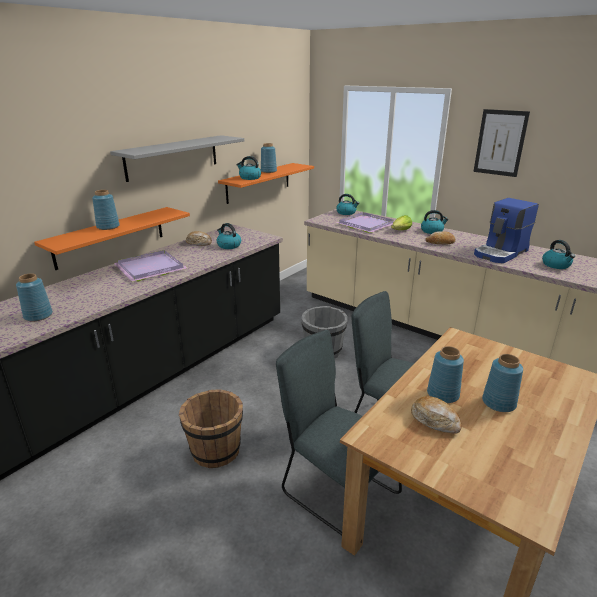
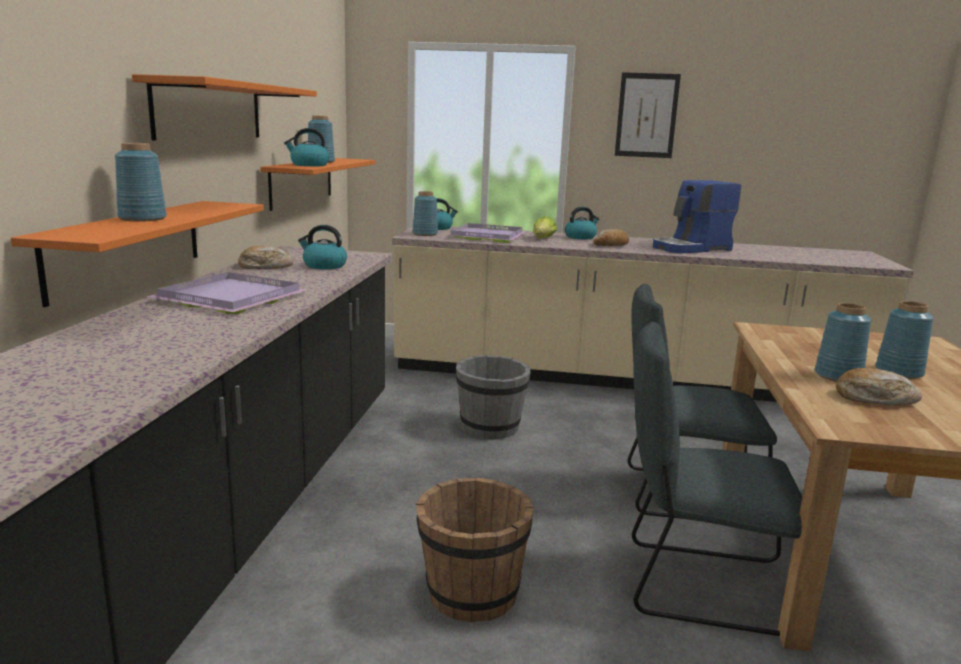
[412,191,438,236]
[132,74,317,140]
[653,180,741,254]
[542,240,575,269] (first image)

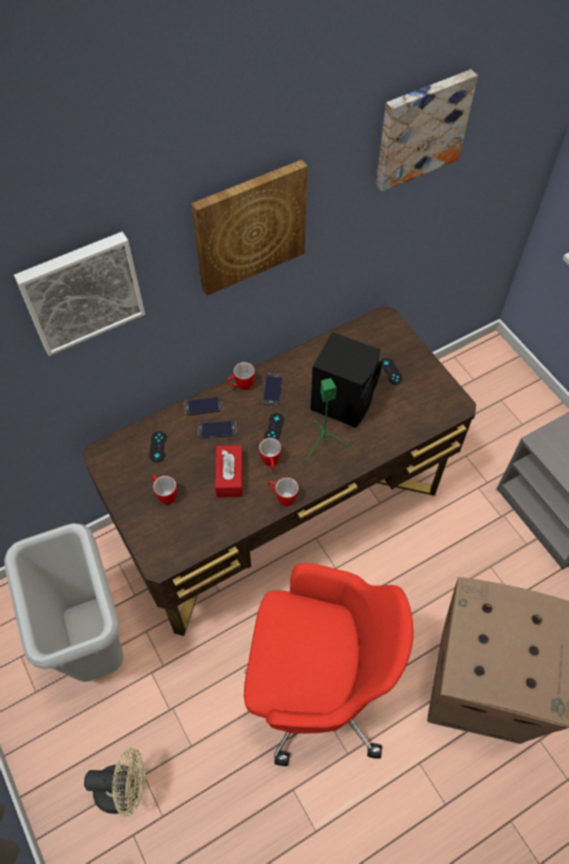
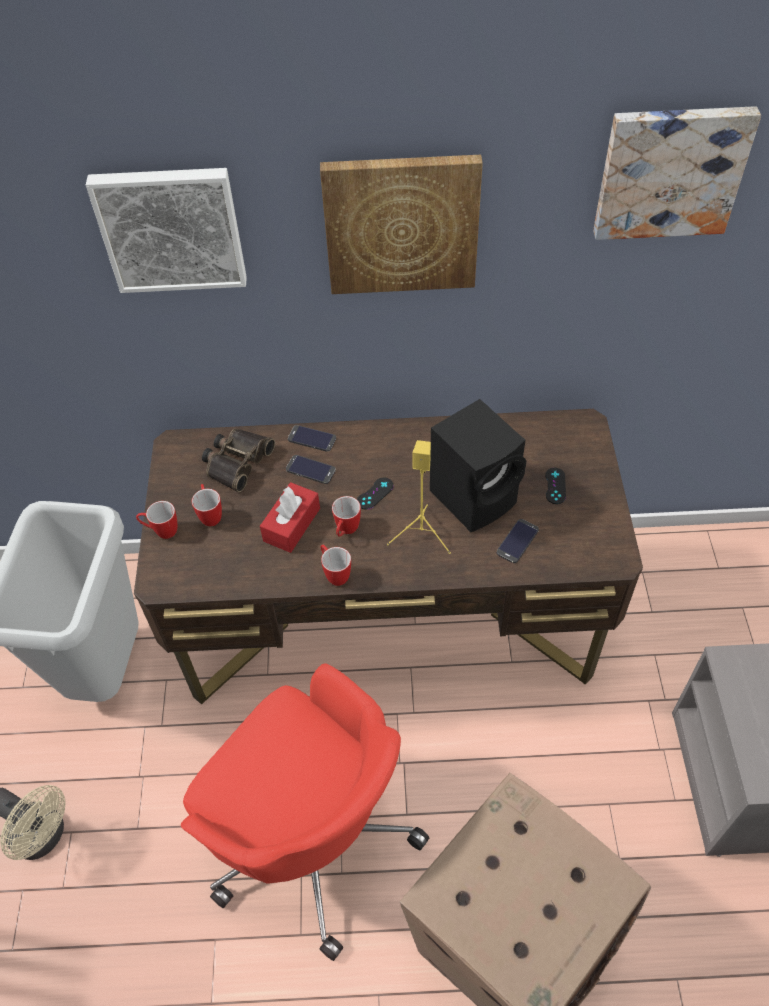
[202,429,275,492]
[136,501,177,539]
[497,519,539,563]
[387,440,451,554]

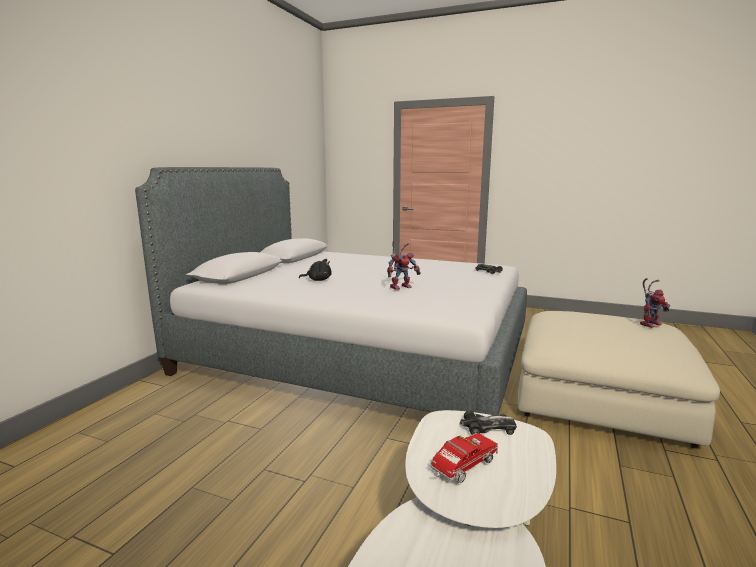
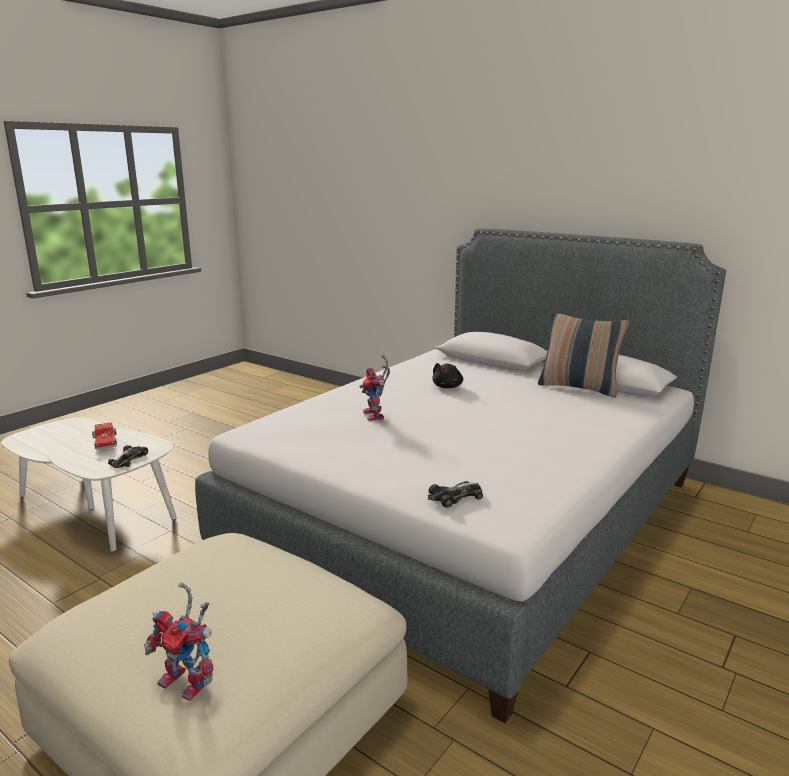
[144,582,214,701]
[538,312,629,397]

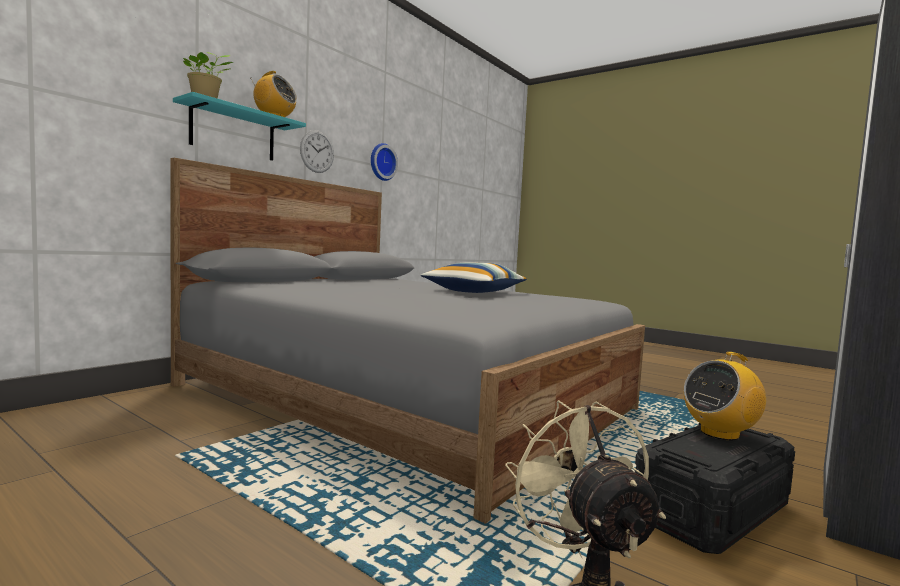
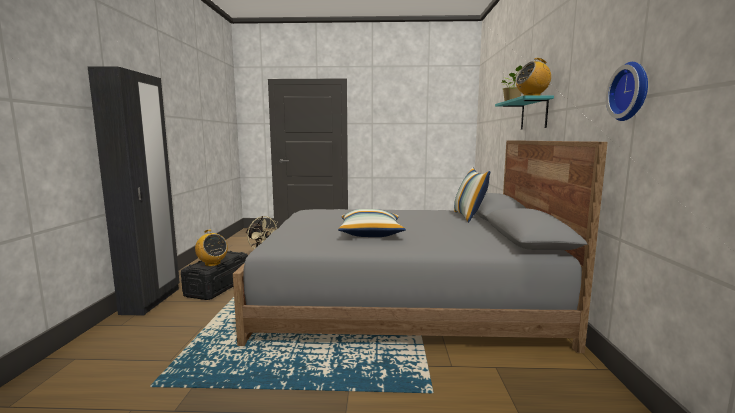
[300,130,334,173] (first image)
[195,229,228,266]
[454,167,490,222]

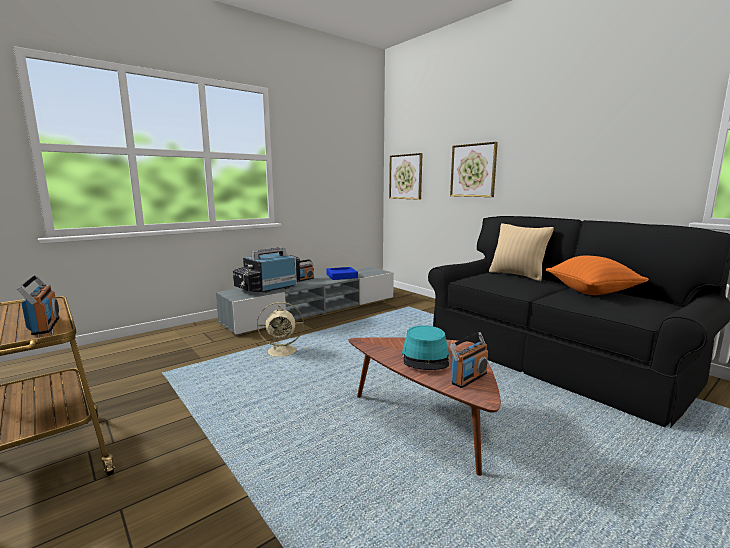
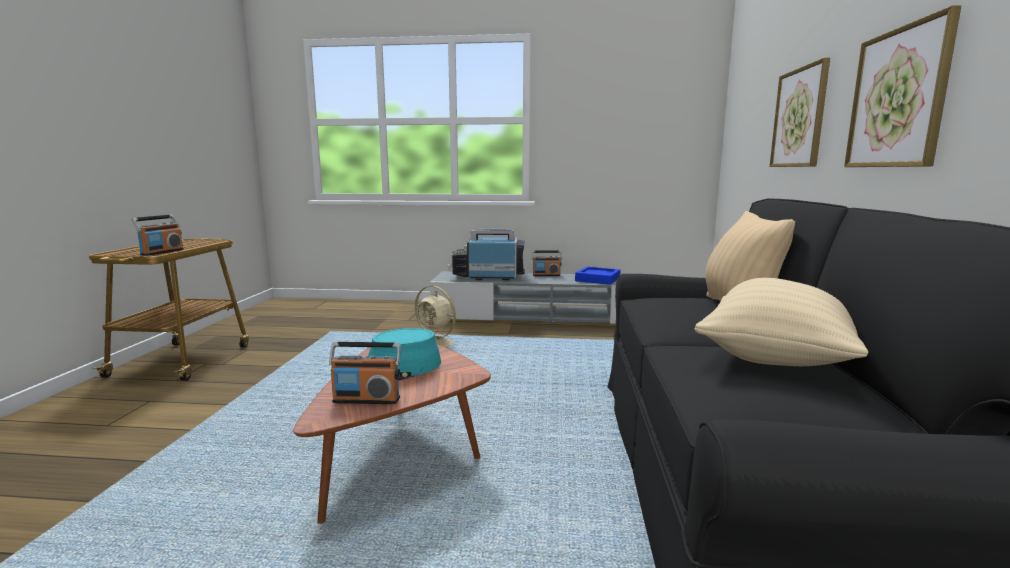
[844,5,961,167]
[694,278,868,366]

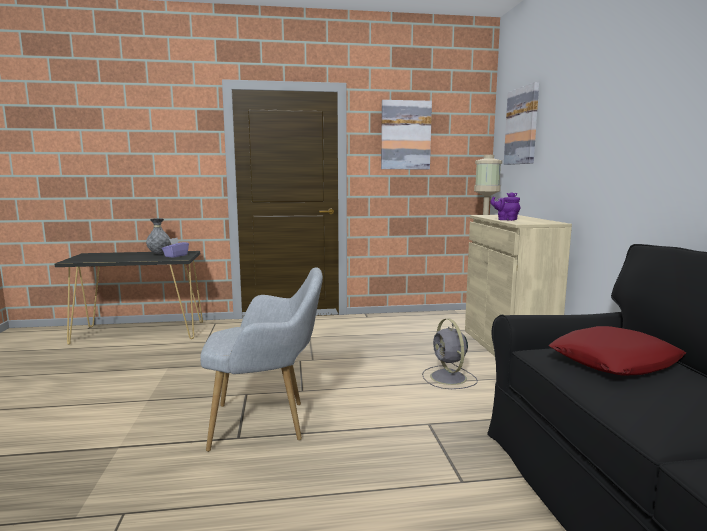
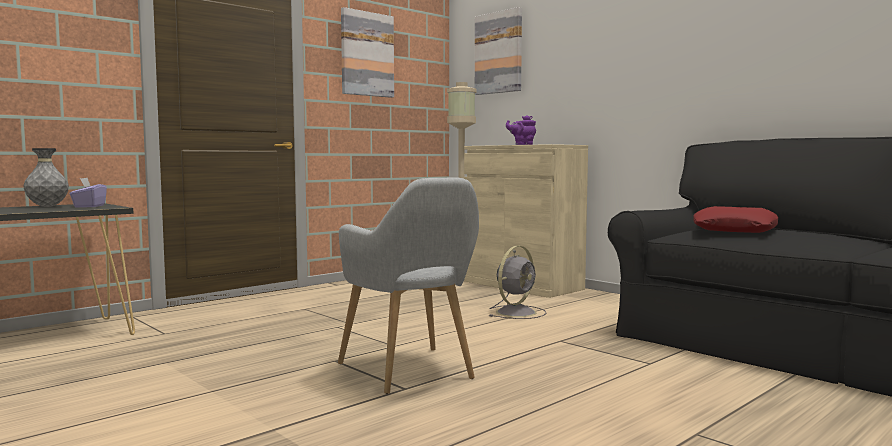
[338,177,479,394]
[489,246,546,319]

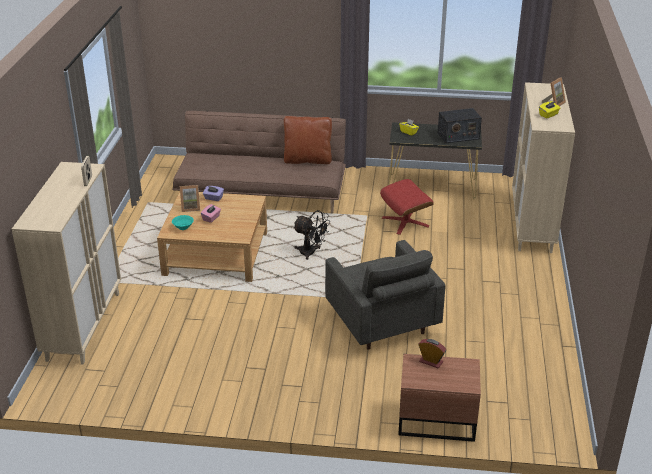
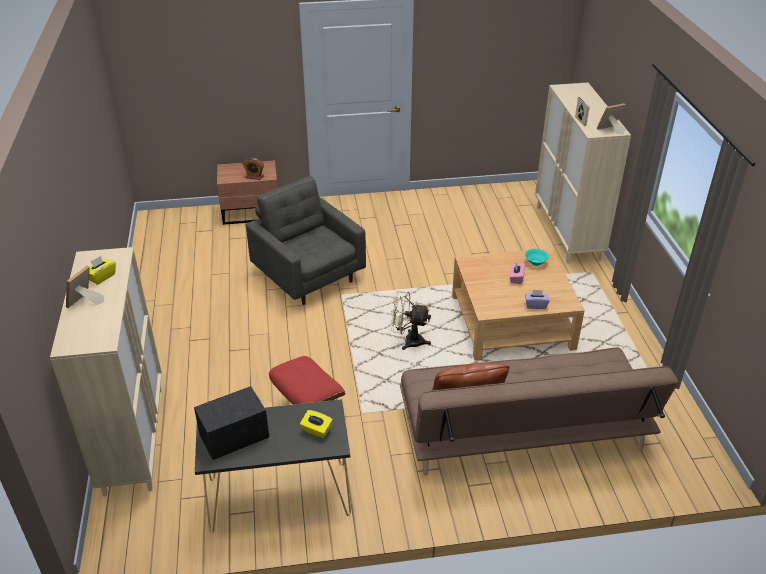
[597,103,625,135]
[390,291,431,350]

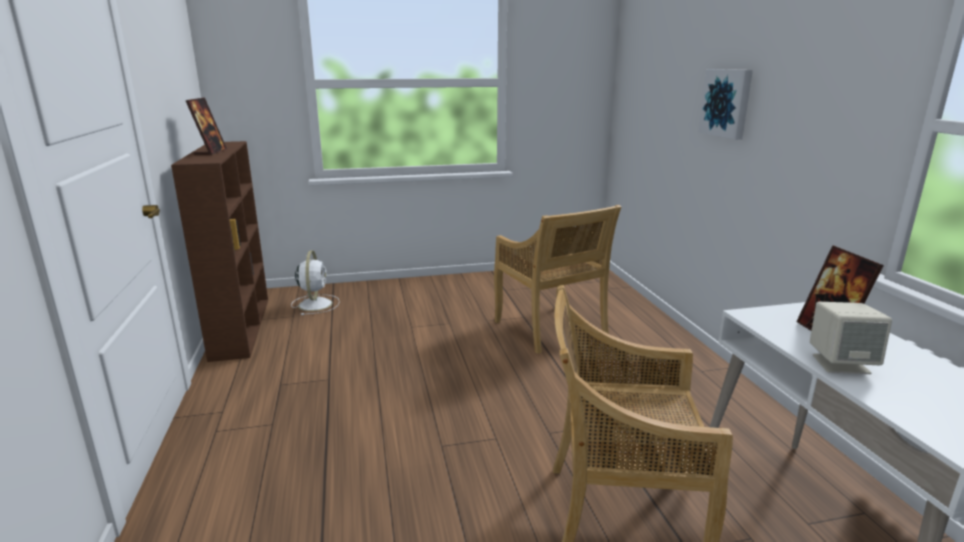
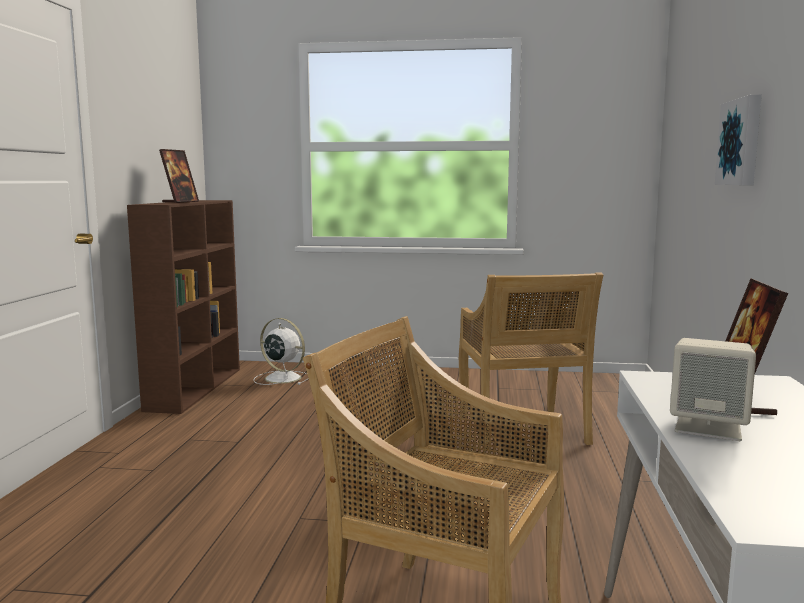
[253,318,309,385]

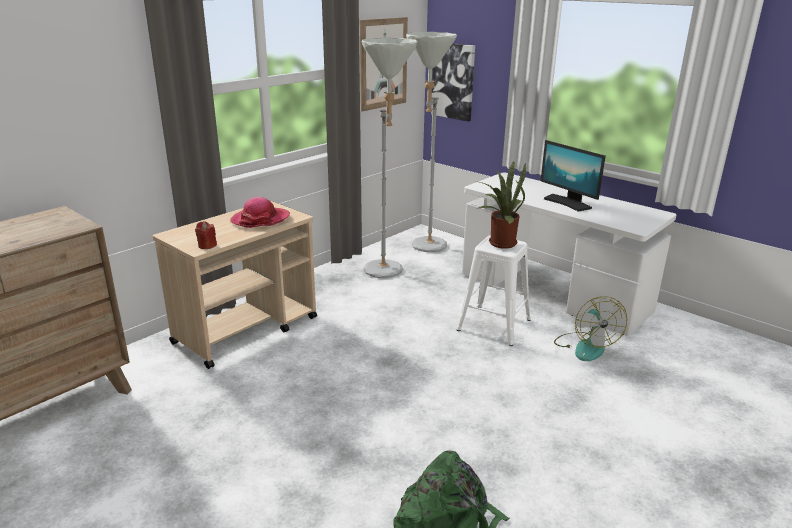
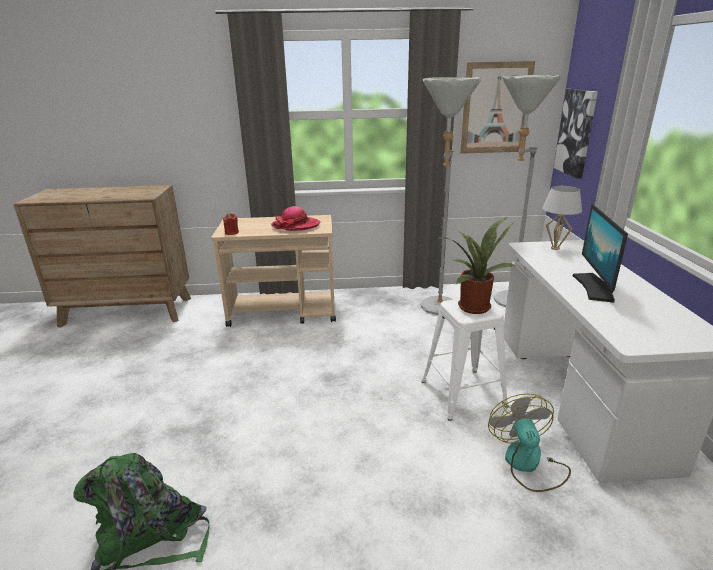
[488,394,571,492]
[542,186,582,250]

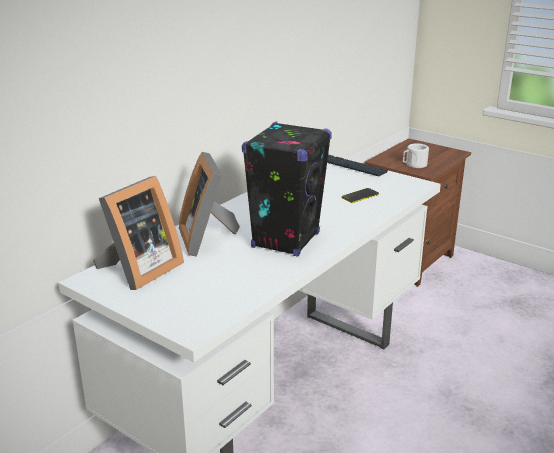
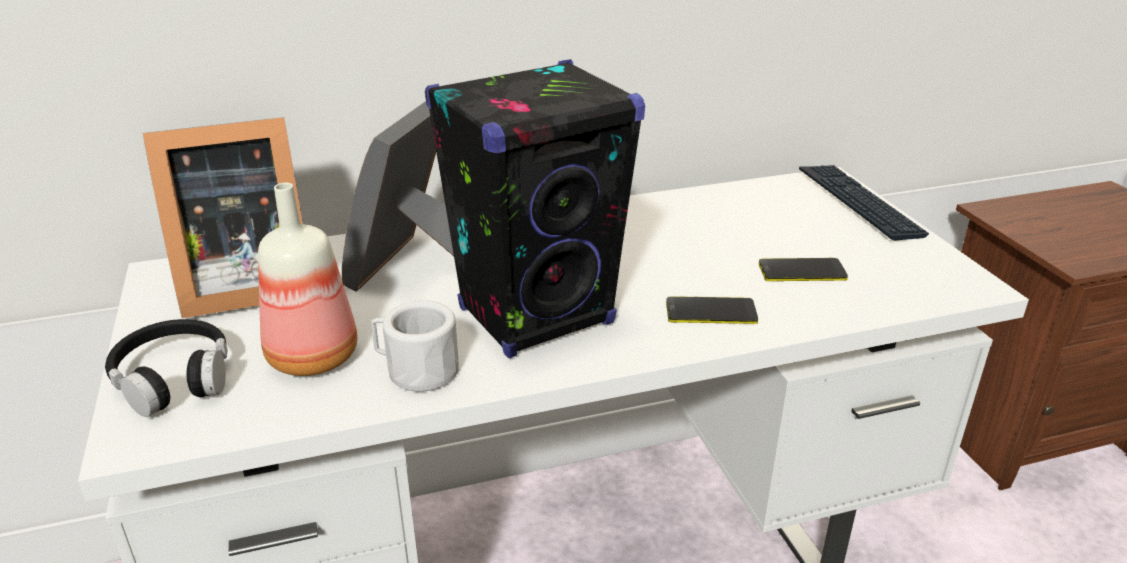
[371,300,459,392]
[105,319,227,417]
[258,182,358,376]
[666,296,758,324]

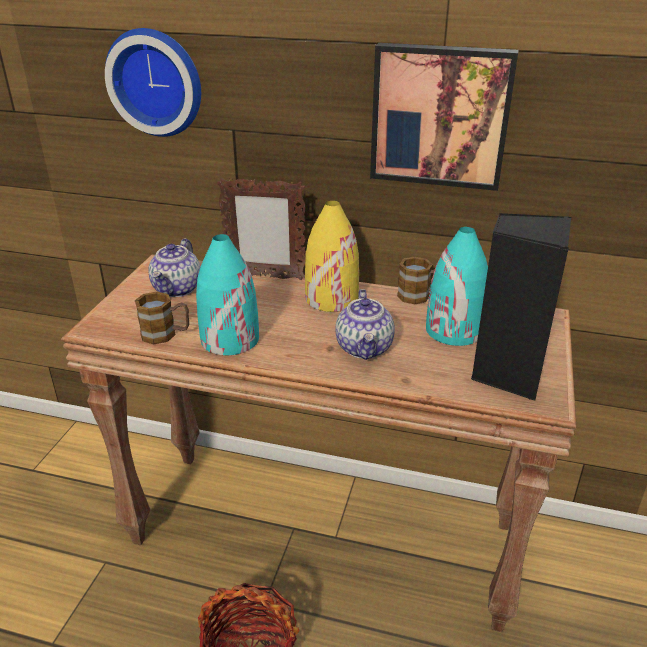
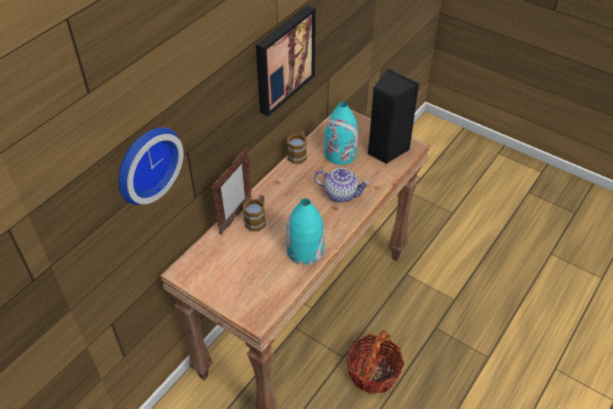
[243,195,266,231]
[148,239,200,297] (first image)
[305,201,359,312] (first image)

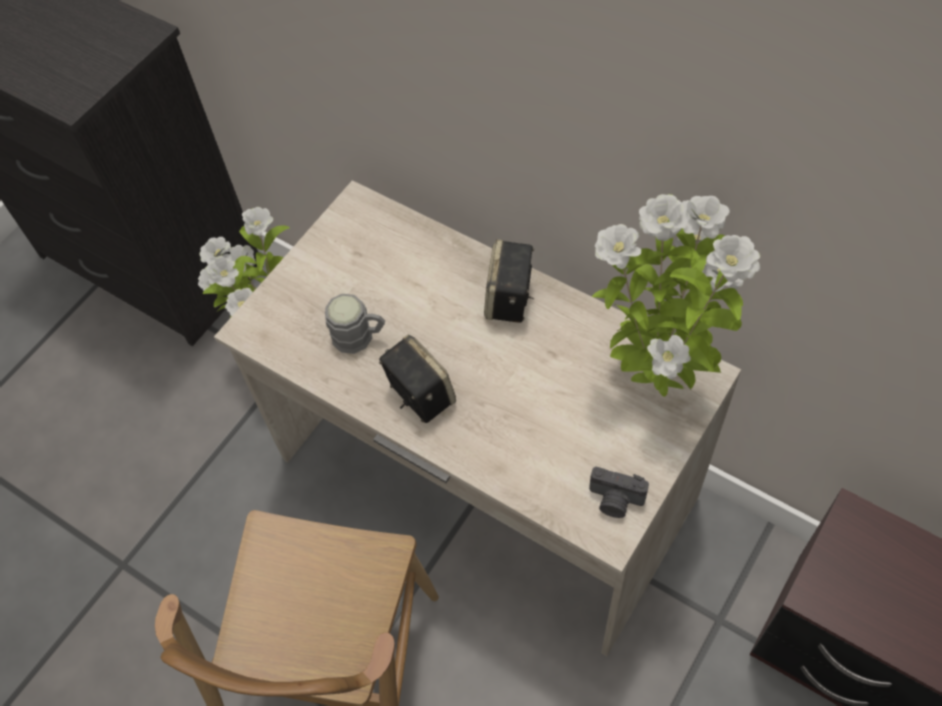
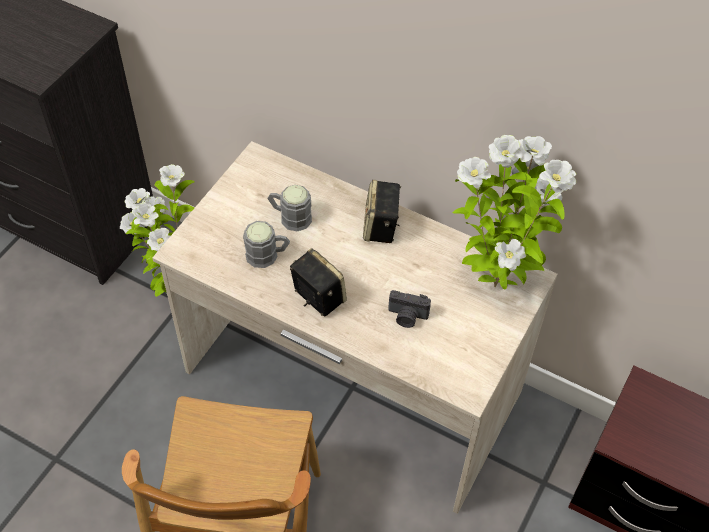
[388,290,431,328]
[267,185,312,231]

